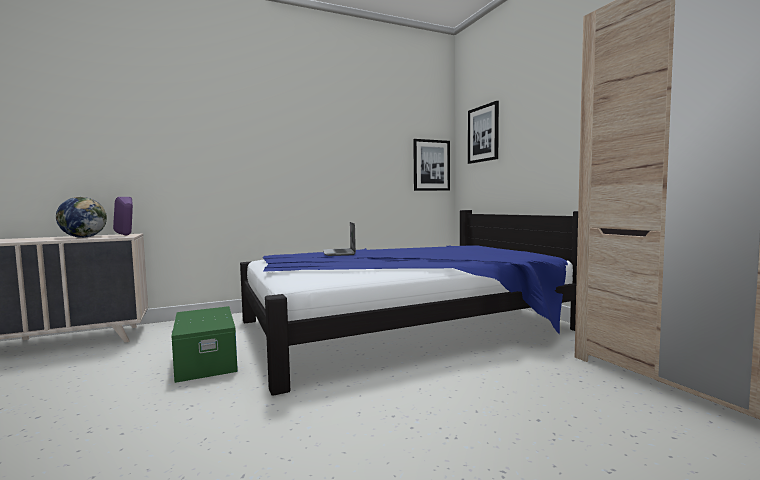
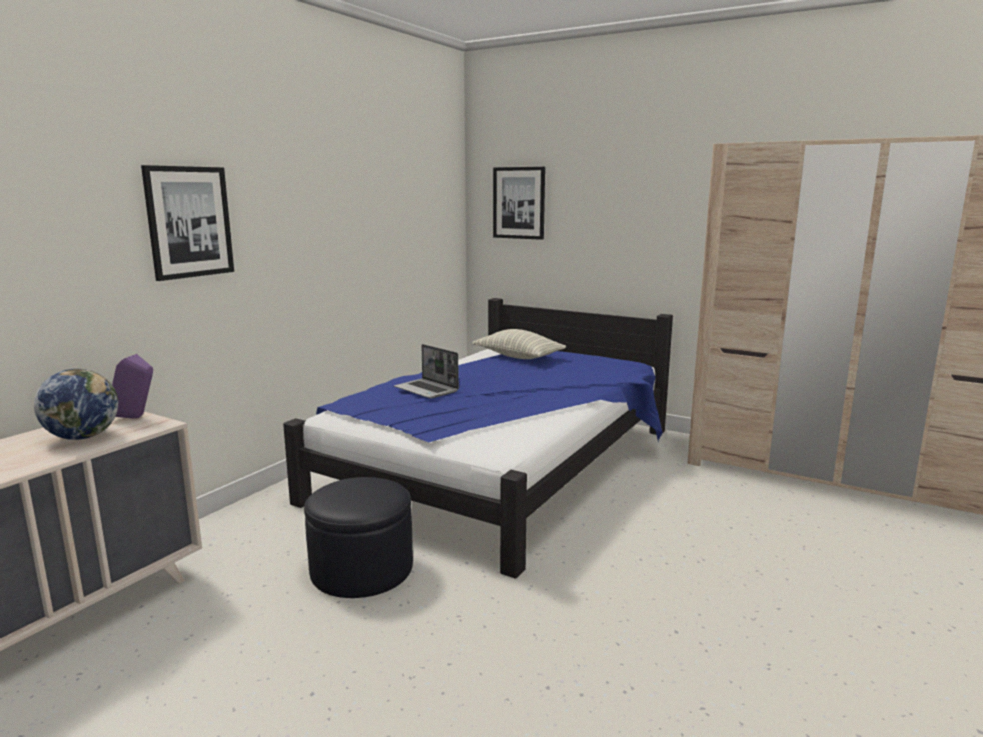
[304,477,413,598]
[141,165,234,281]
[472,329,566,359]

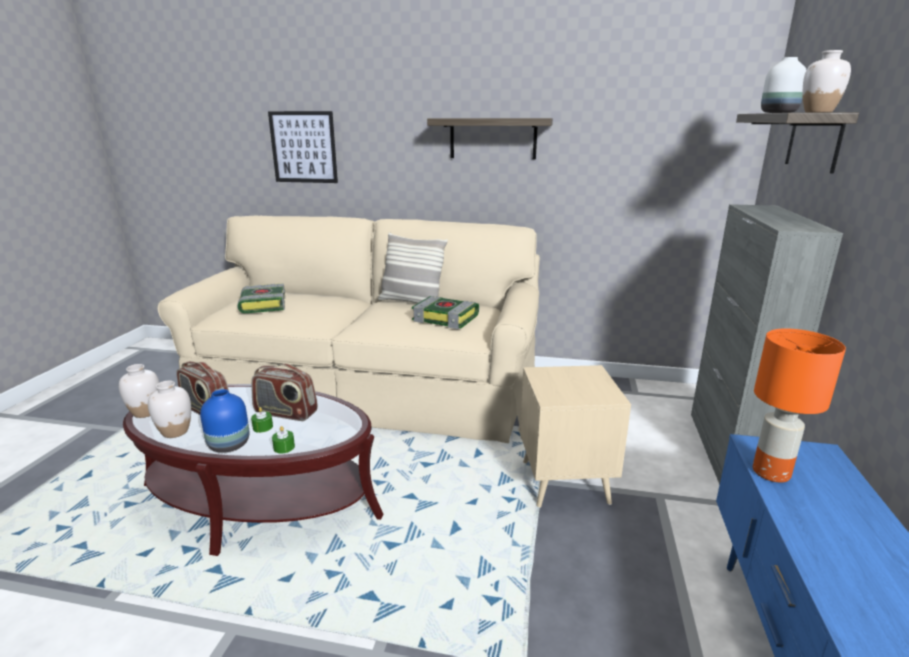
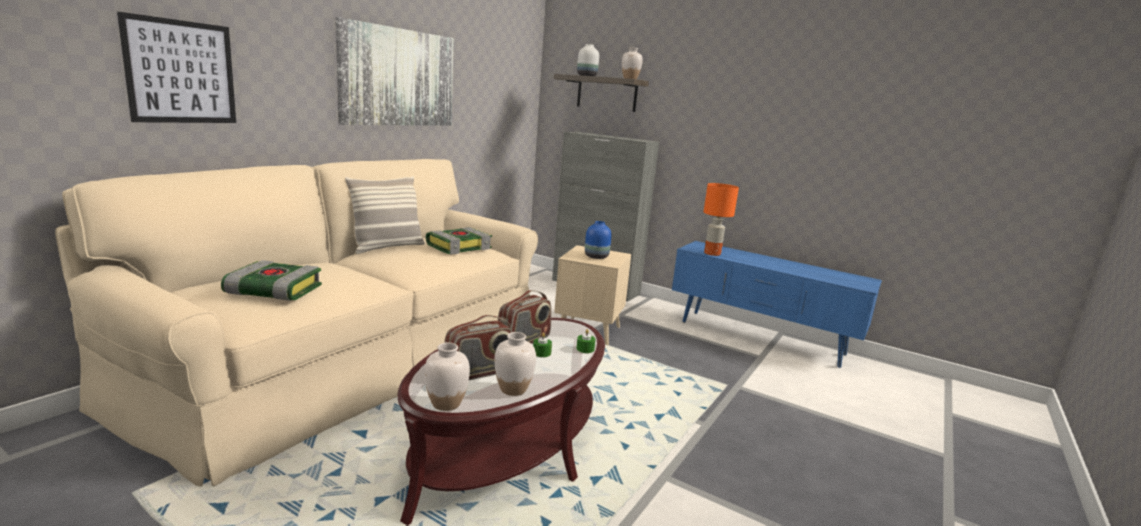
[585,221,612,259]
[335,17,454,126]

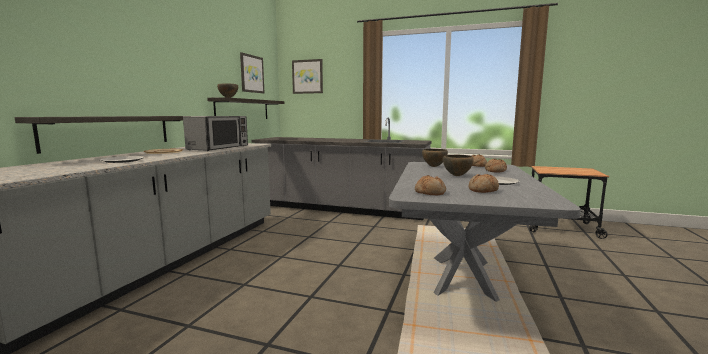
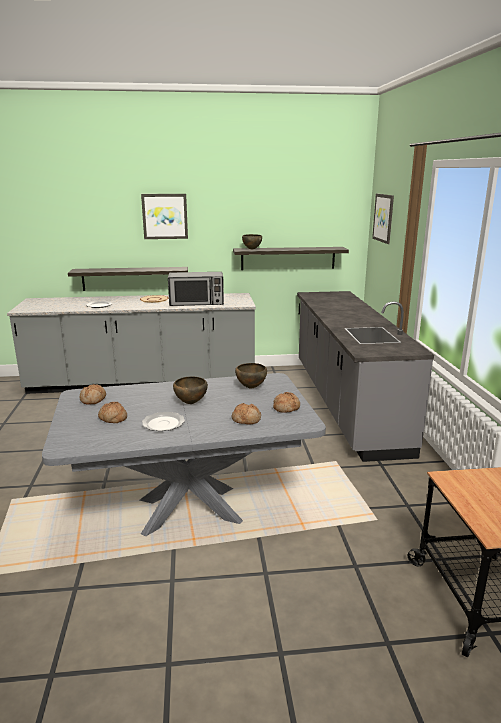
[141,194,188,239]

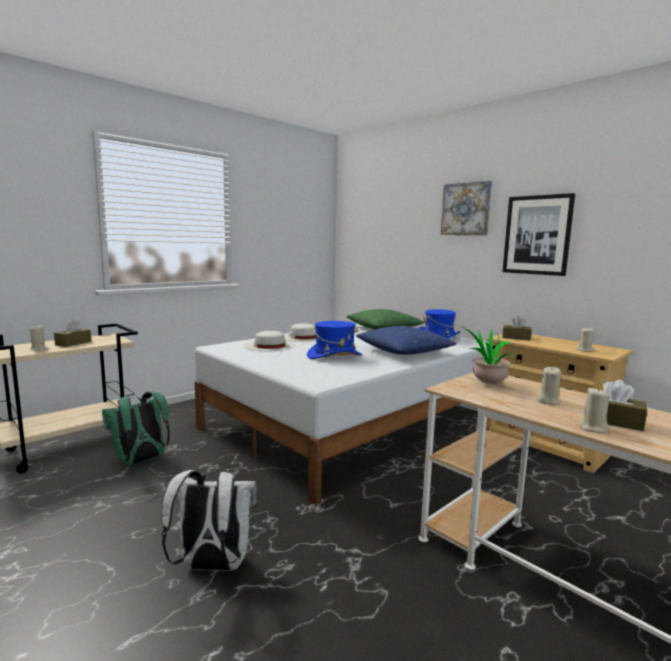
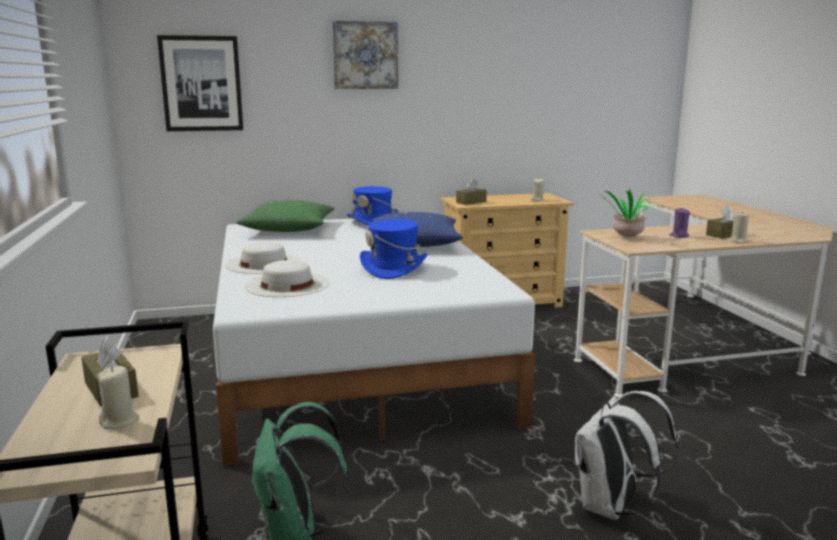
[157,35,243,131]
[669,207,690,238]

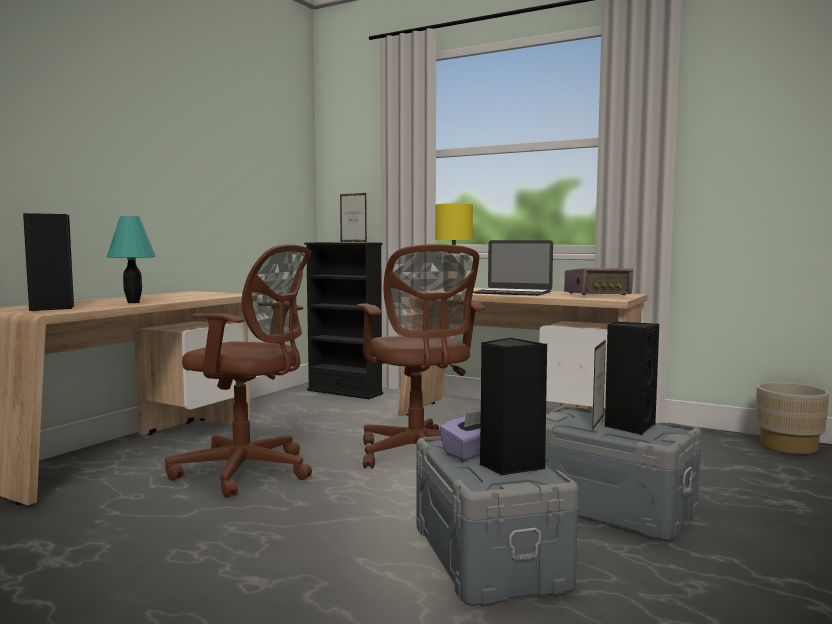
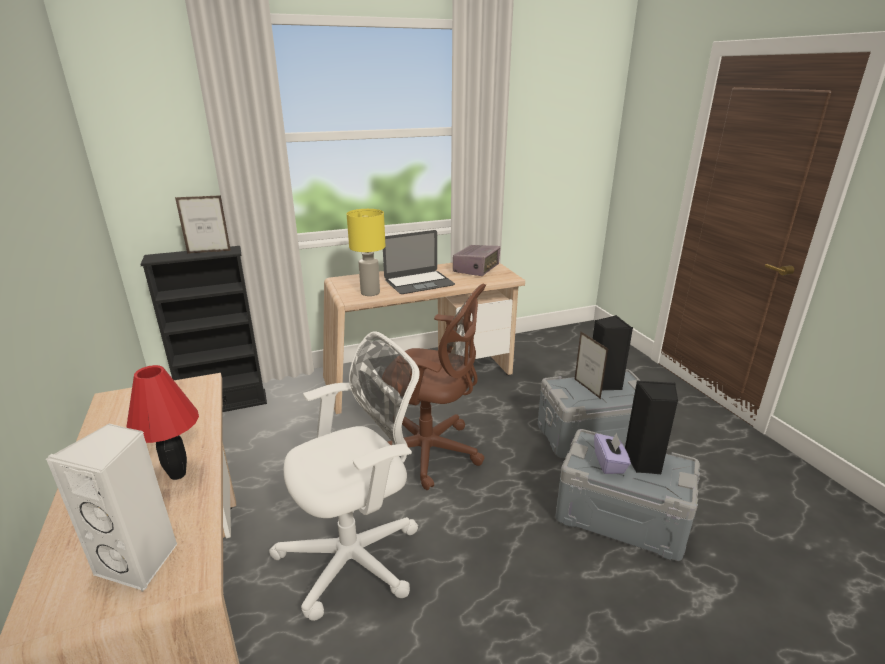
[46,423,178,591]
[126,365,199,480]
[269,331,420,621]
[756,382,829,455] (first image)

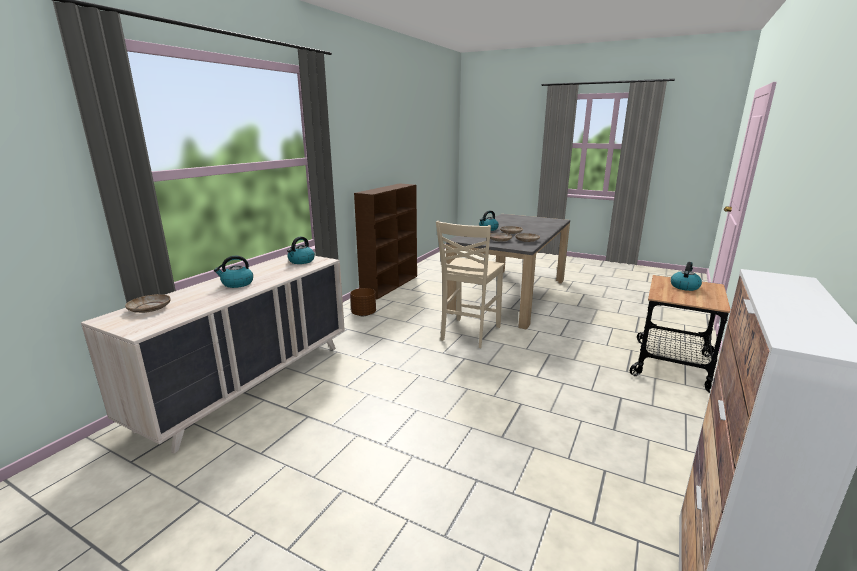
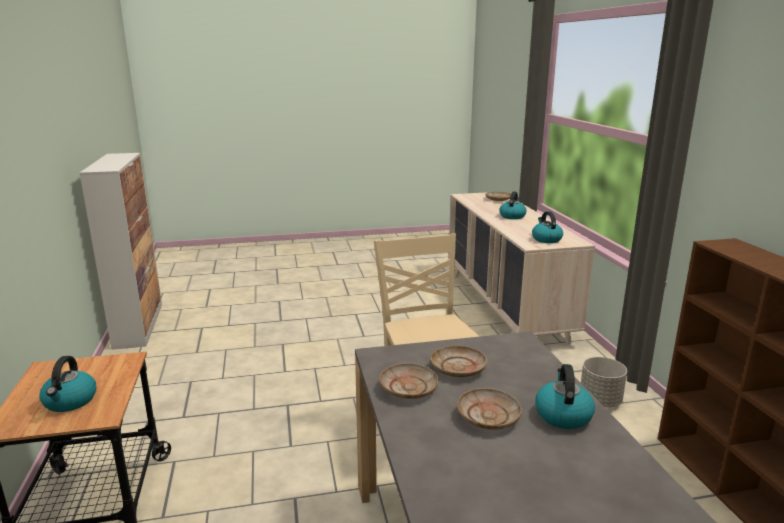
[581,357,627,407]

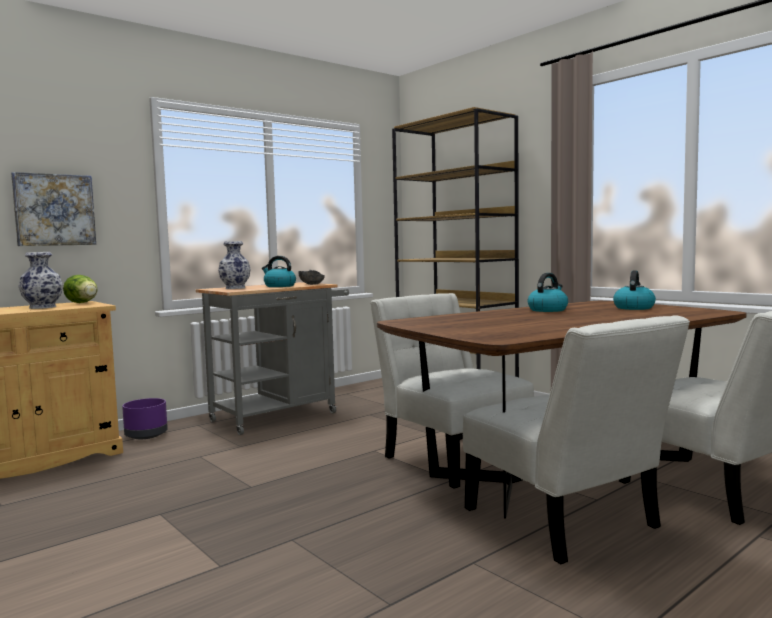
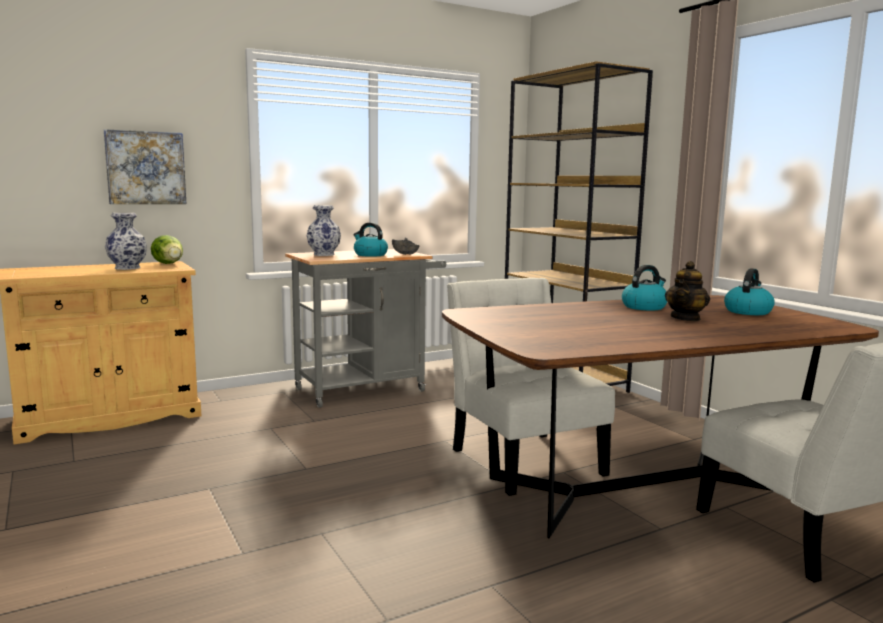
[122,398,168,439] (first image)
[463,315,690,564] (first image)
[665,261,710,321]

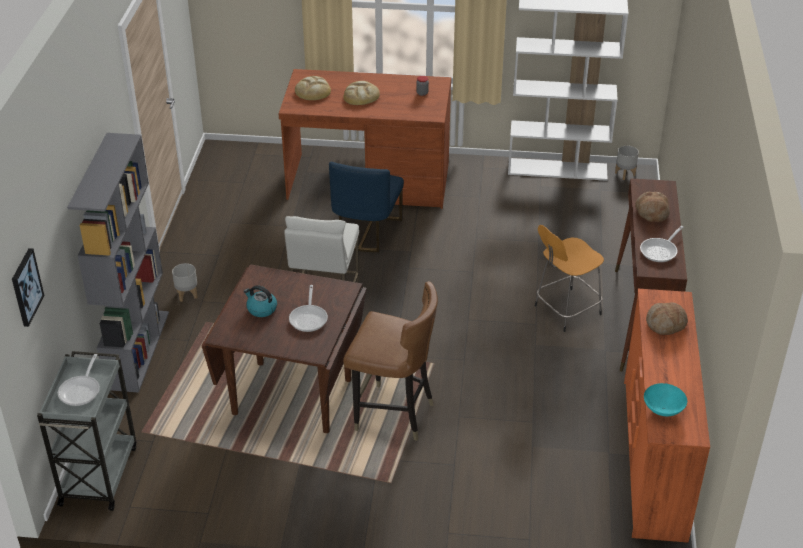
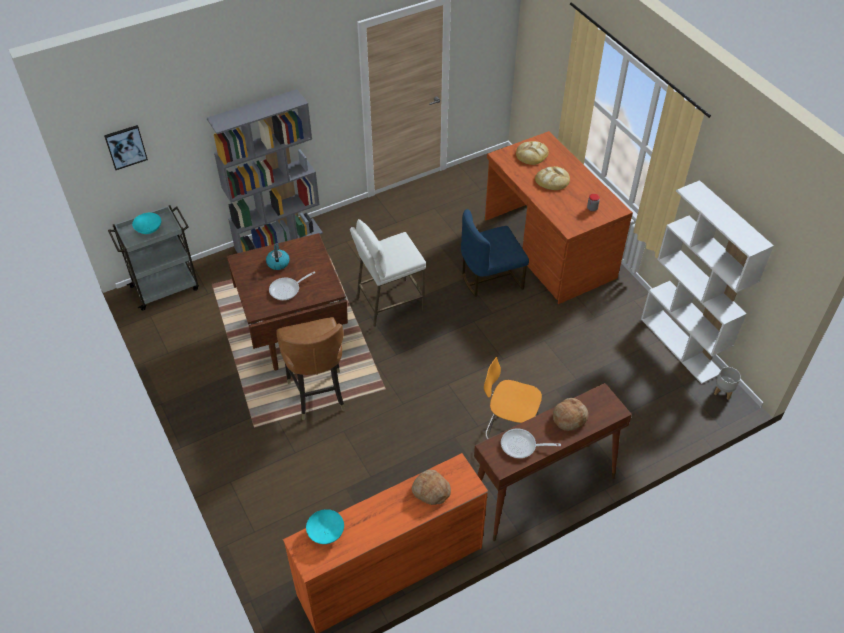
[132,213,161,234]
[172,263,198,302] (first image)

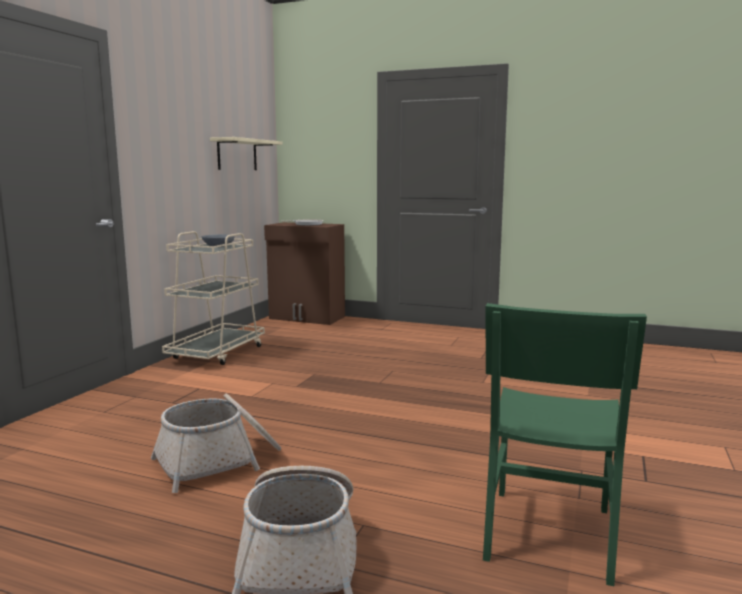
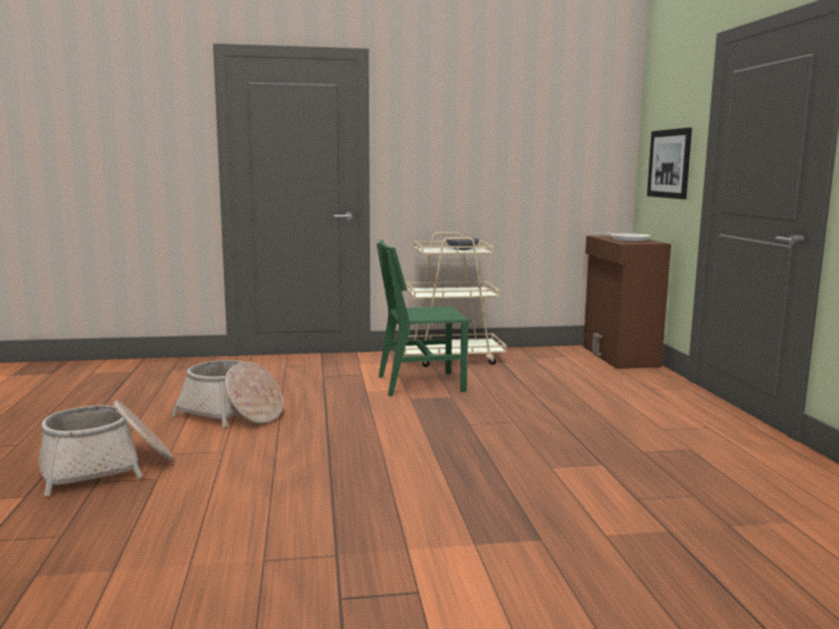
[210,137,283,170] (first image)
[376,240,471,396]
[647,127,692,199]

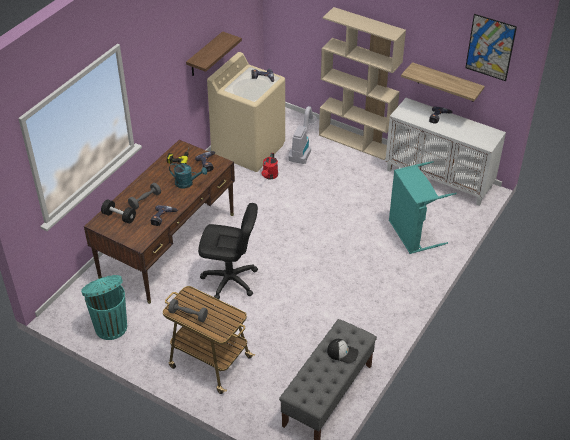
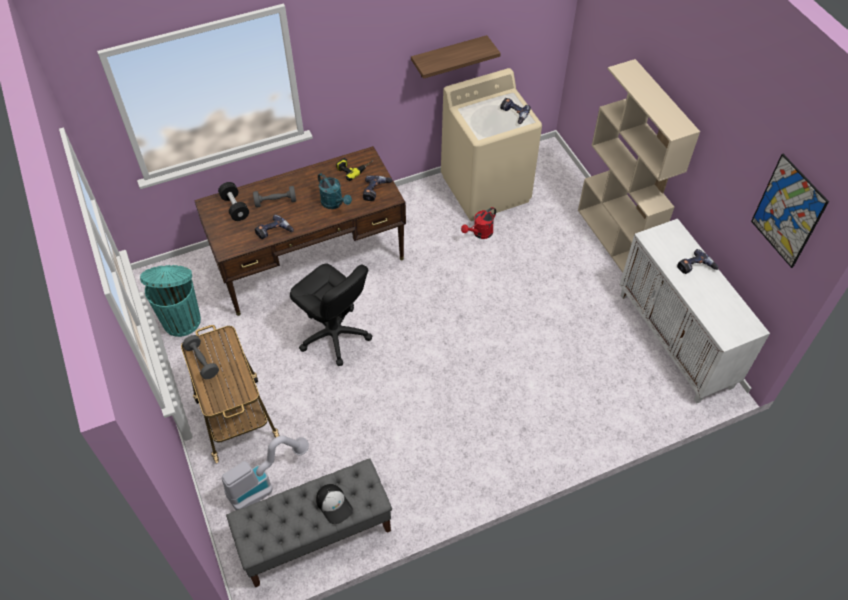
[222,436,309,510]
[389,161,457,254] (first image)
[401,62,485,102] (first image)

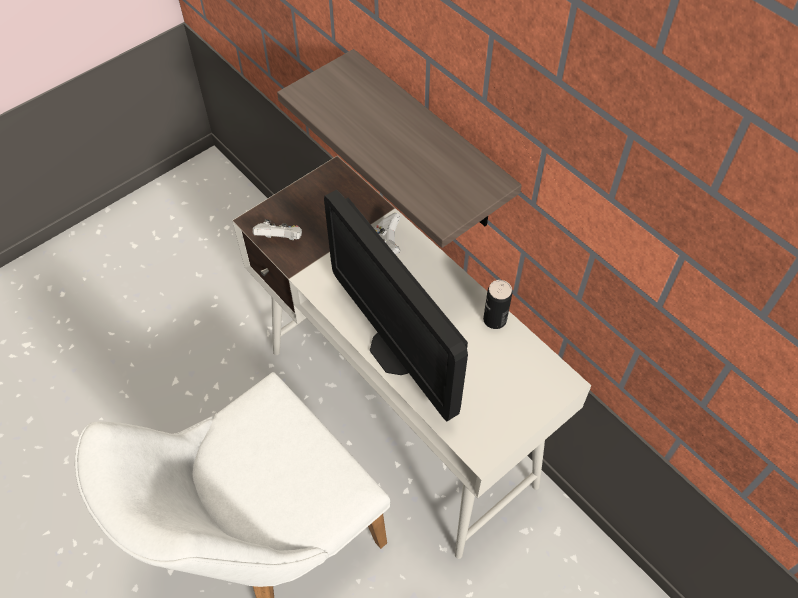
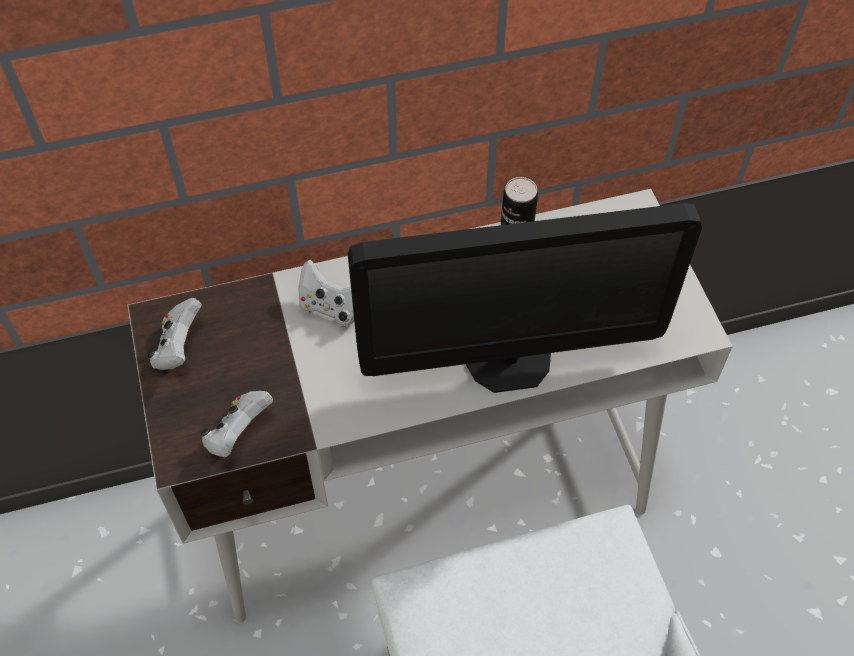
[277,49,522,248] (first image)
[147,298,202,370]

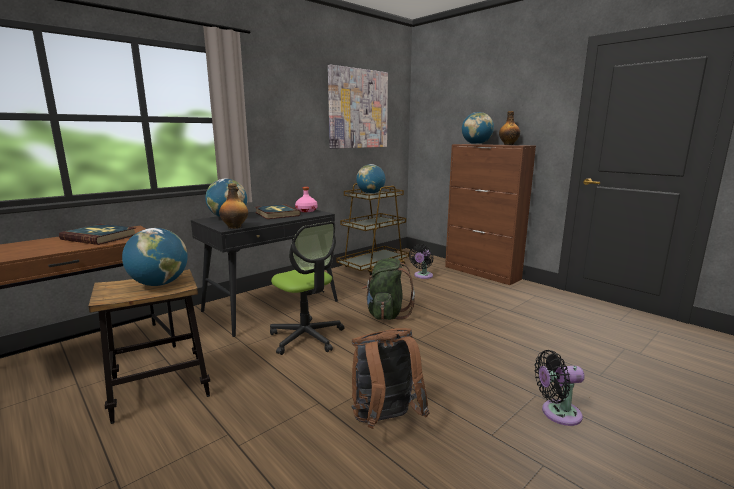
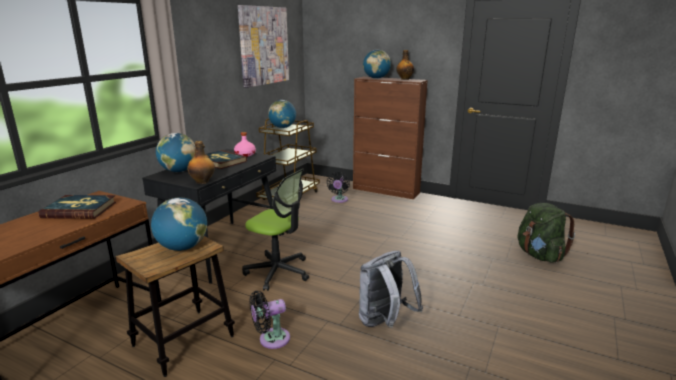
[359,251,423,328]
[518,203,575,263]
[249,291,290,349]

